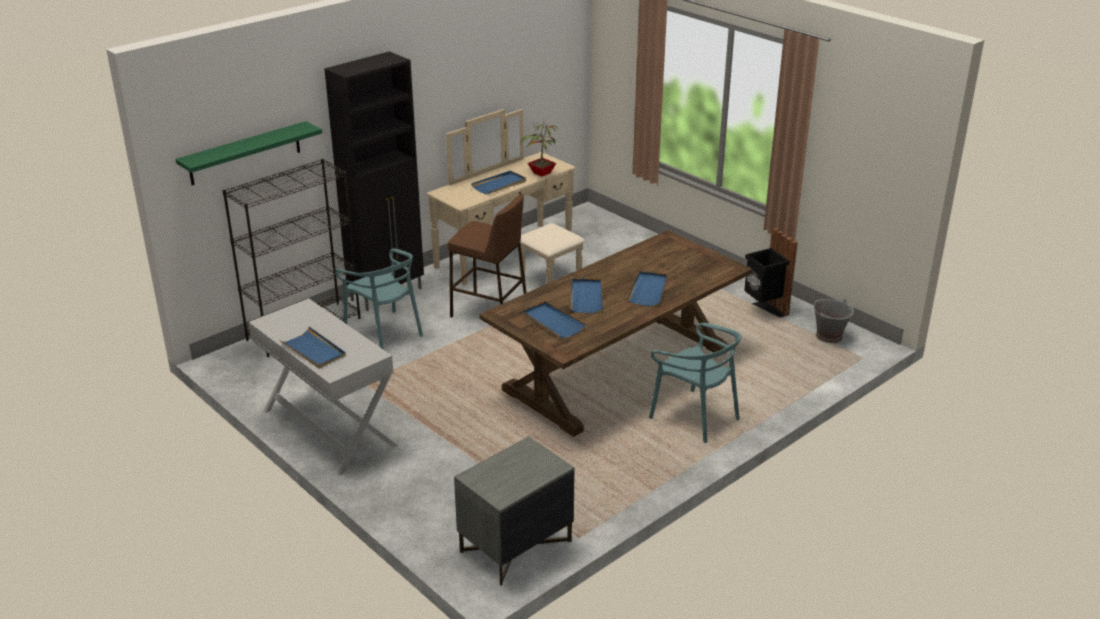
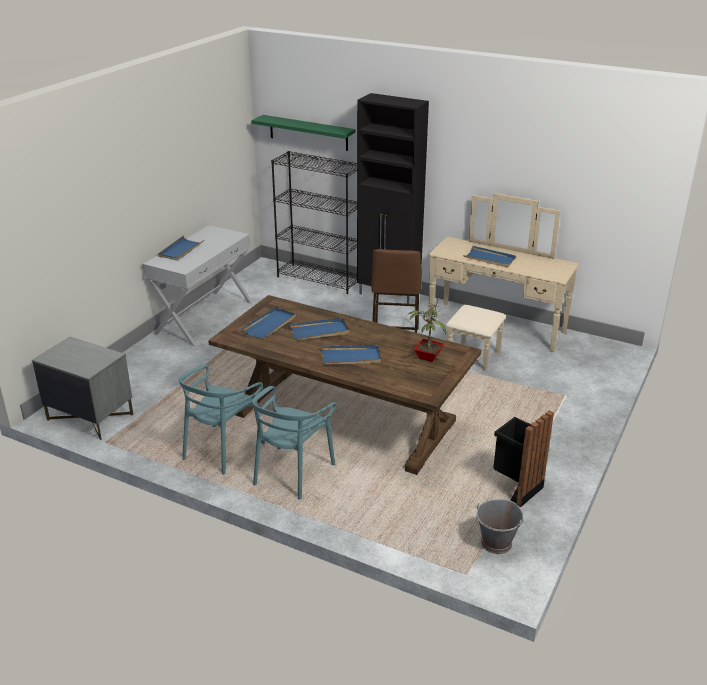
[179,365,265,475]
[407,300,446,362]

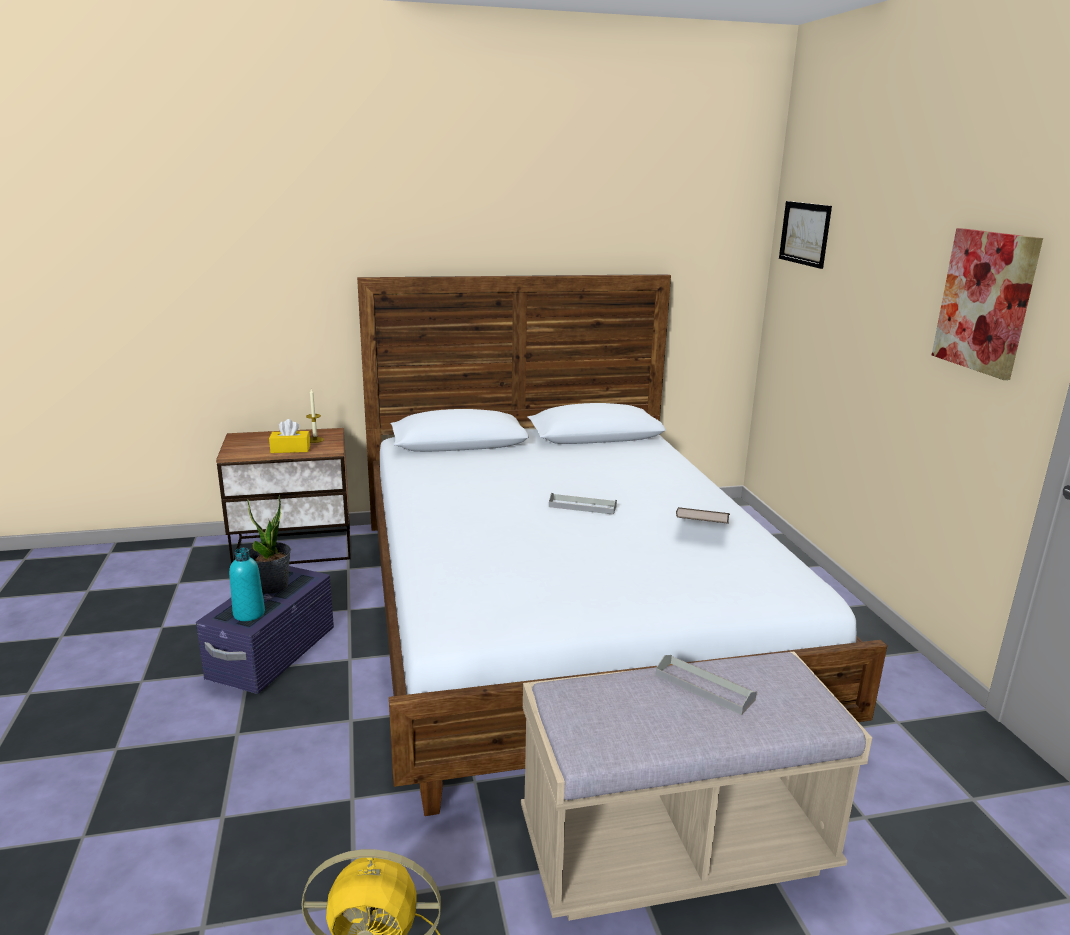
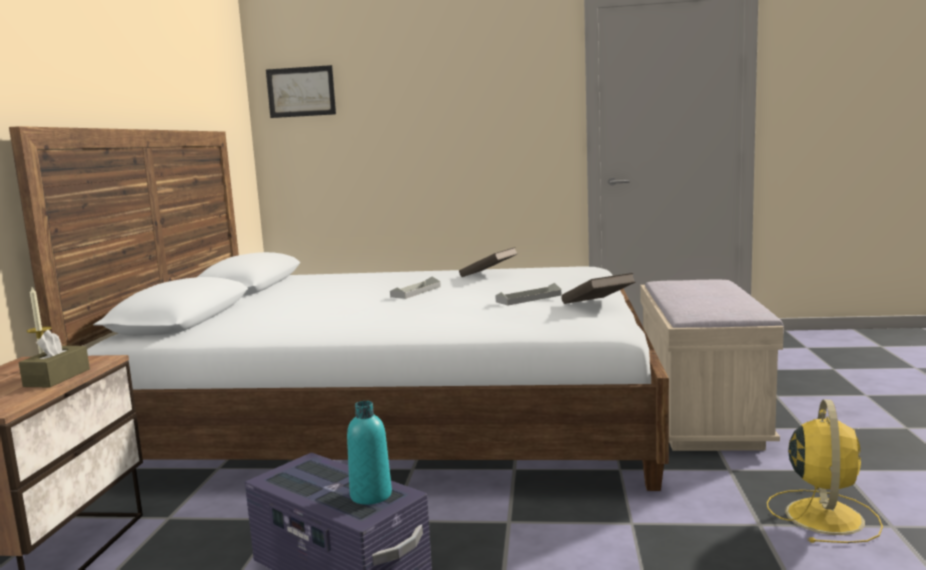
[247,494,291,594] (first image)
[19,330,90,387]
[495,283,561,306]
[932,228,1043,380] (first image)
[562,273,636,304]

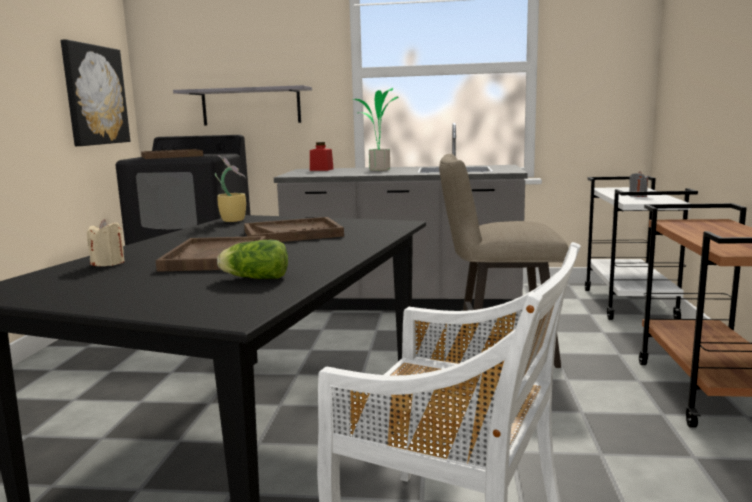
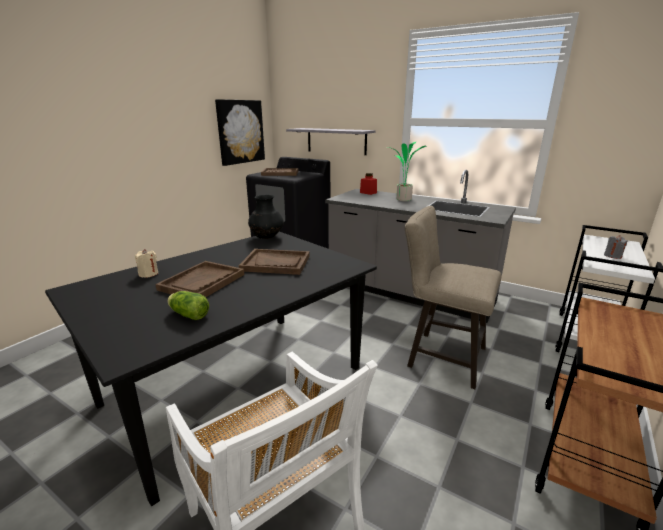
[248,195,284,239]

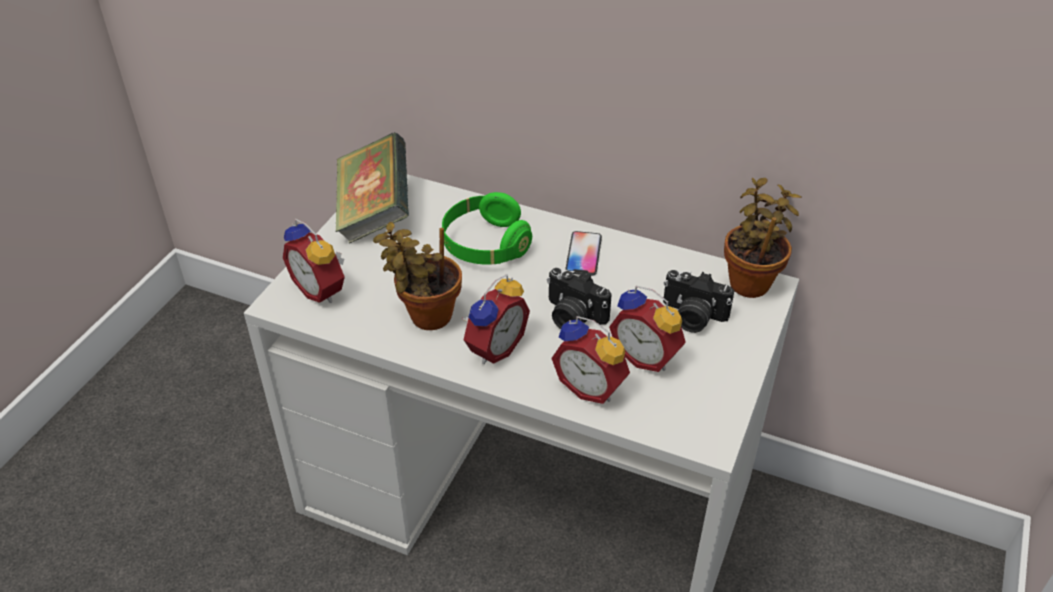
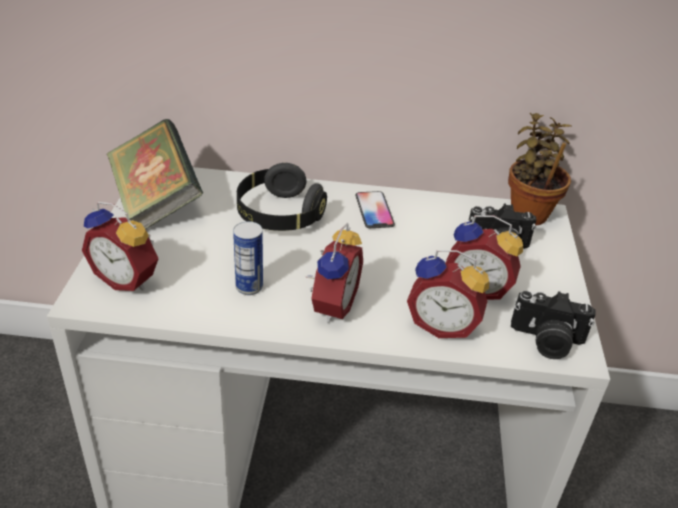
[233,221,263,295]
[237,163,327,231]
[511,291,596,359]

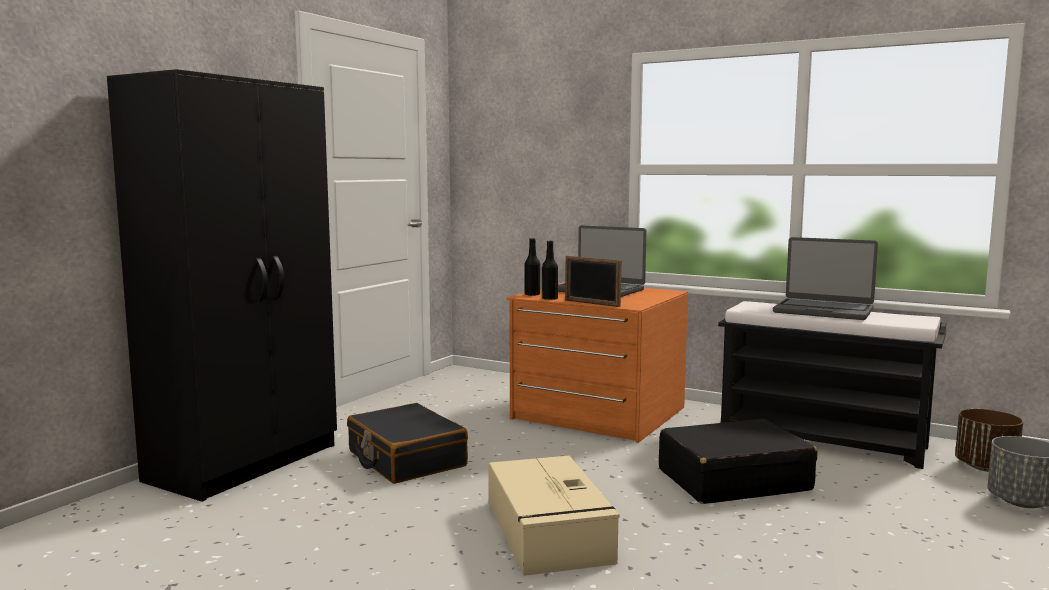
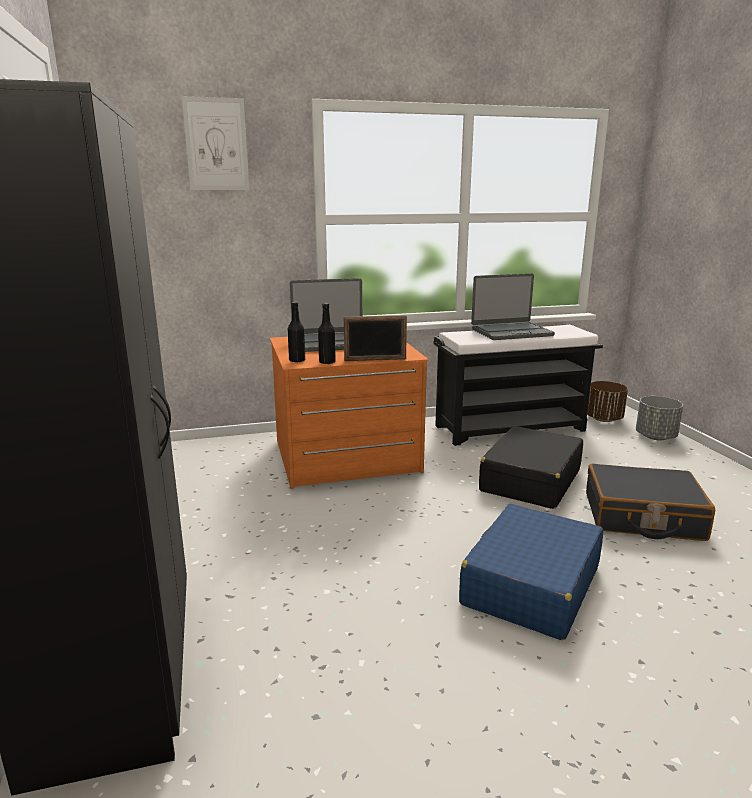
[586,464,715,541]
[459,504,603,640]
[182,96,249,190]

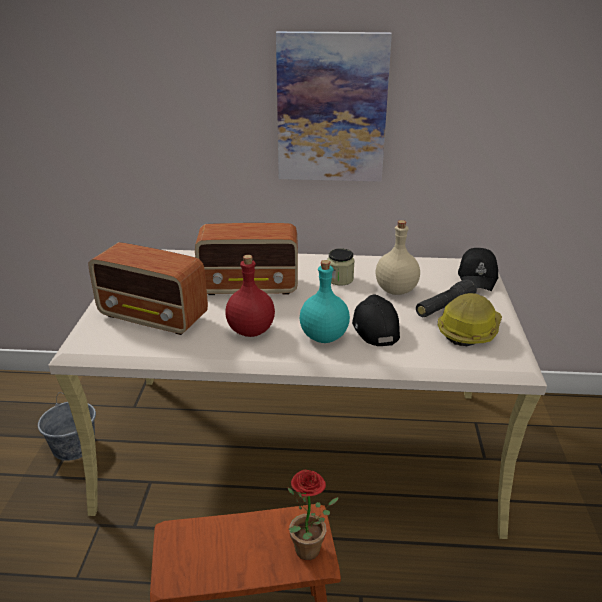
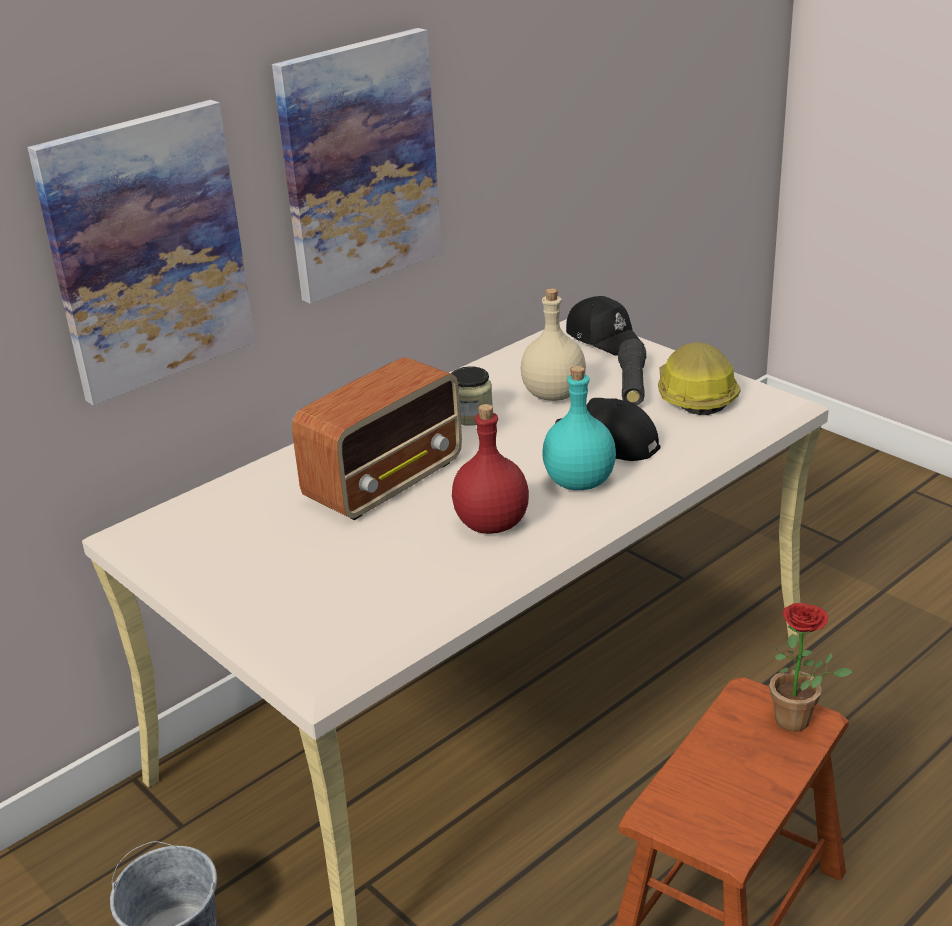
[89,242,208,335] (first image)
[27,100,256,405]

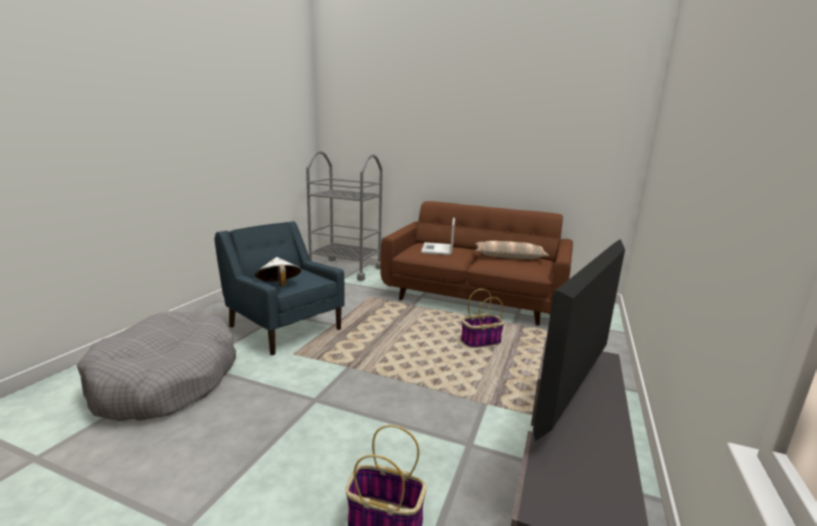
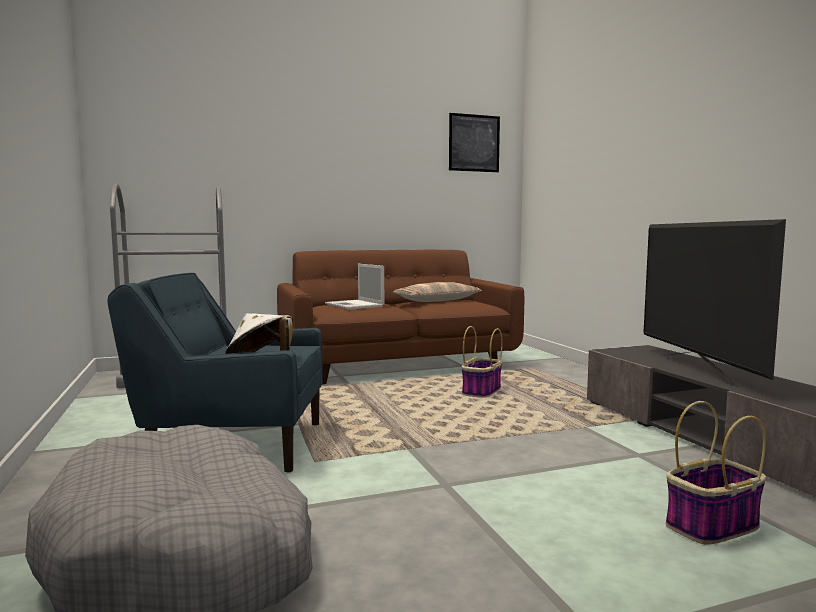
[449,113,500,172]

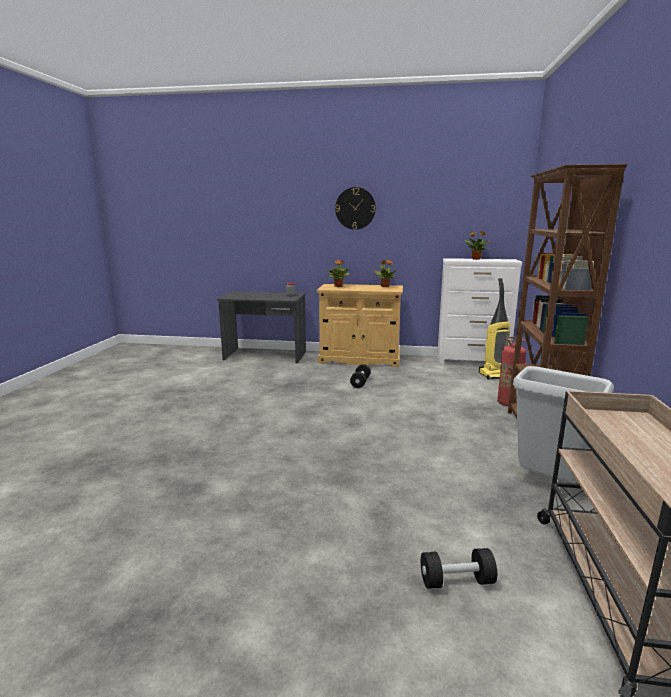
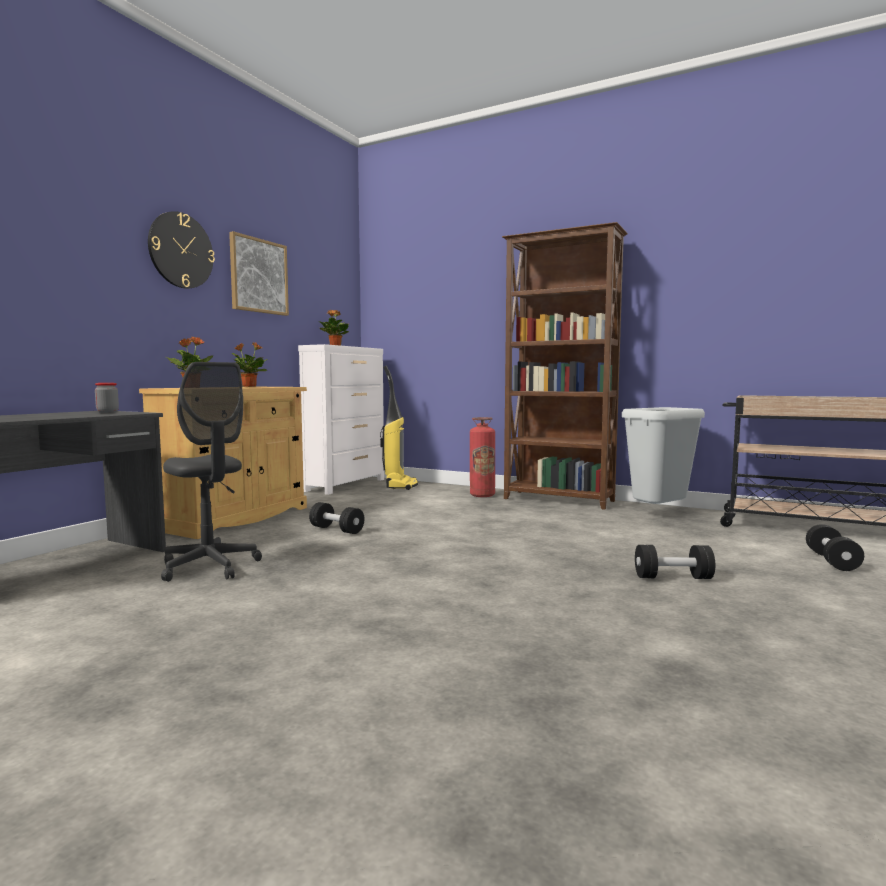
[161,362,262,582]
[229,231,289,316]
[635,545,715,579]

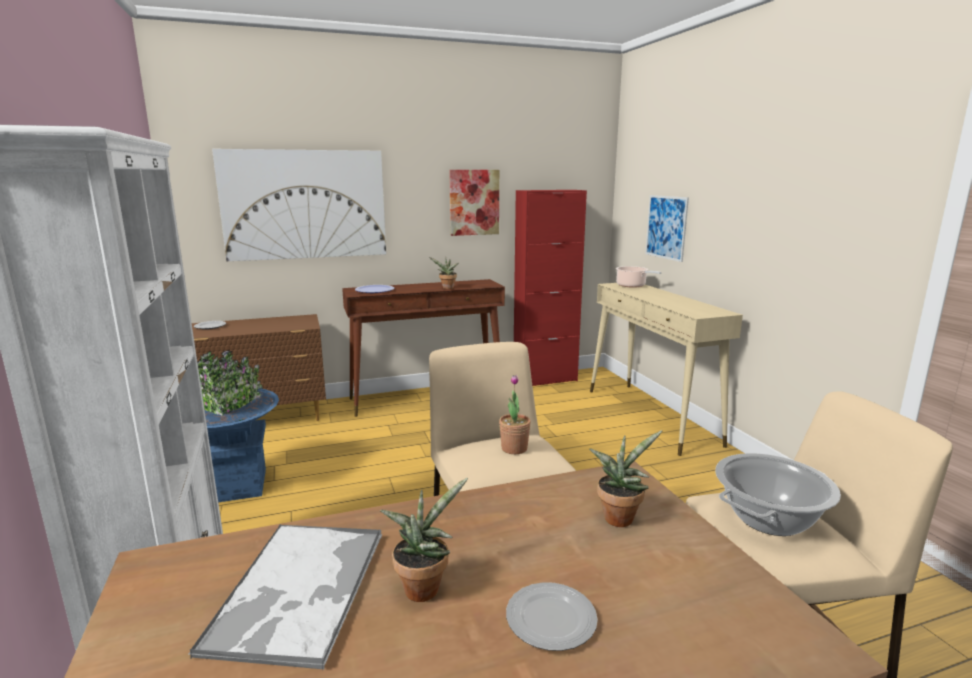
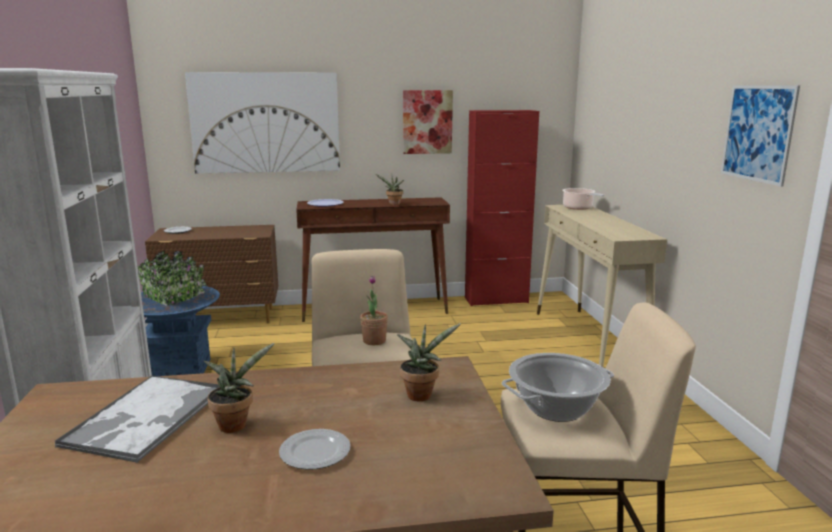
[721,85,800,187]

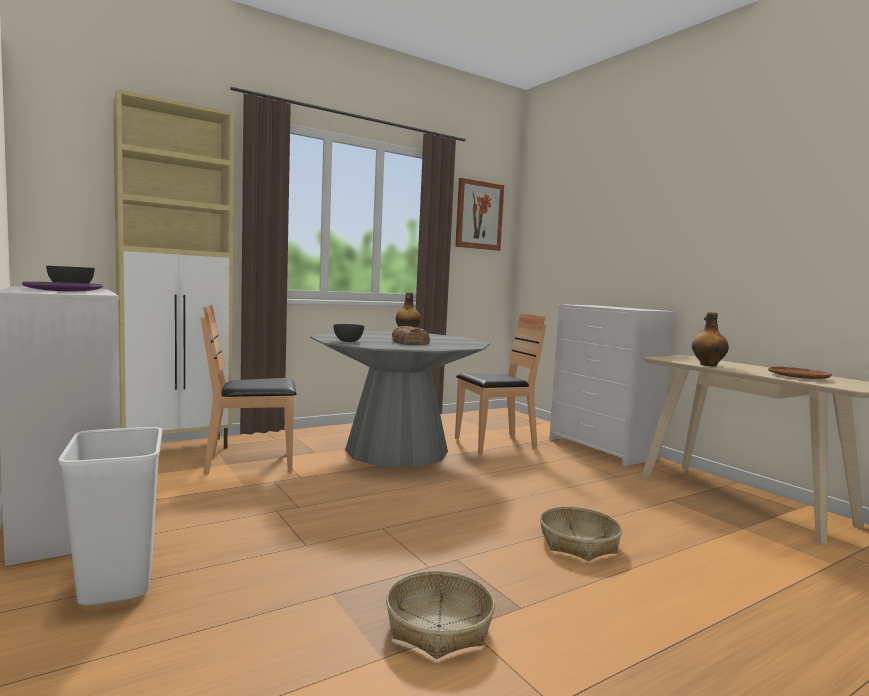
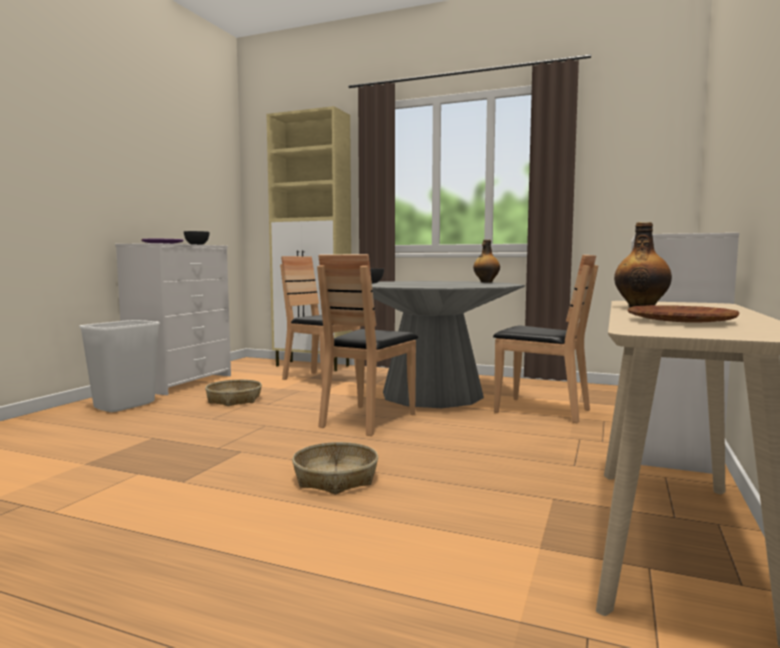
[205,379,262,406]
[392,326,430,345] (first image)
[455,178,504,251] (first image)
[317,254,418,436]

